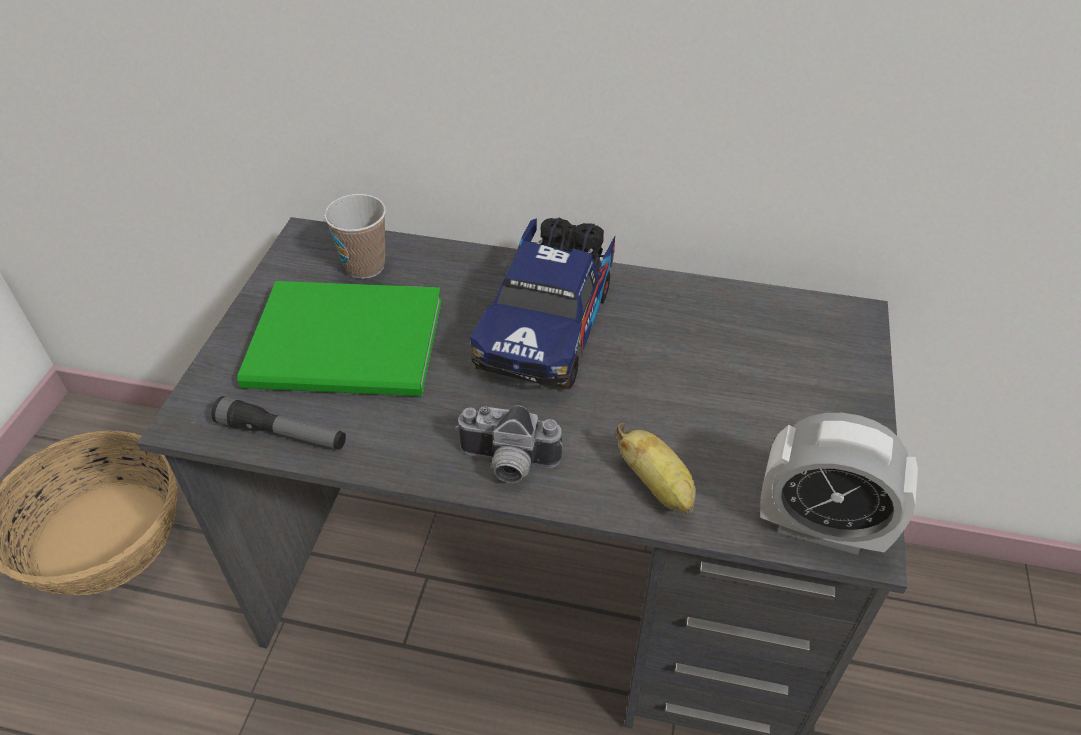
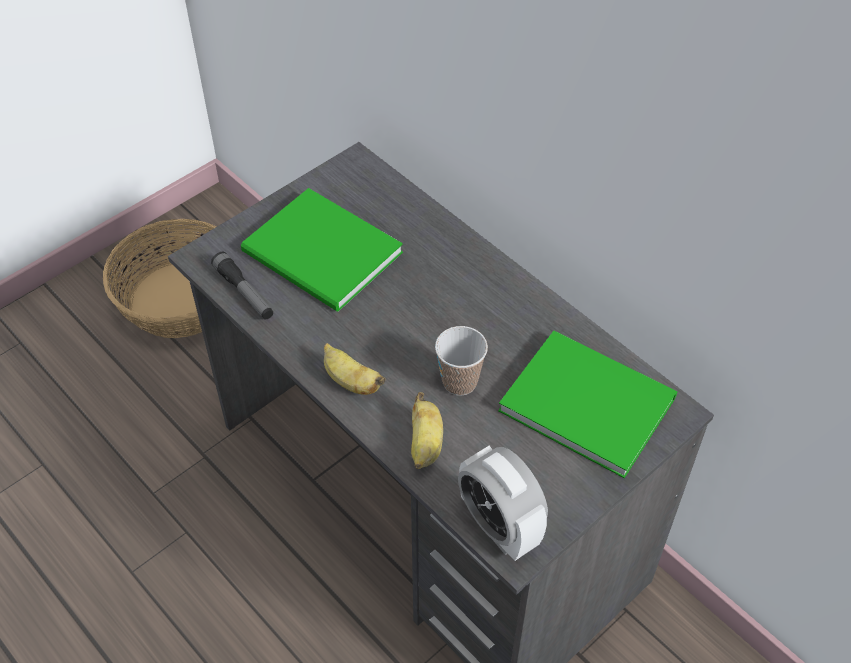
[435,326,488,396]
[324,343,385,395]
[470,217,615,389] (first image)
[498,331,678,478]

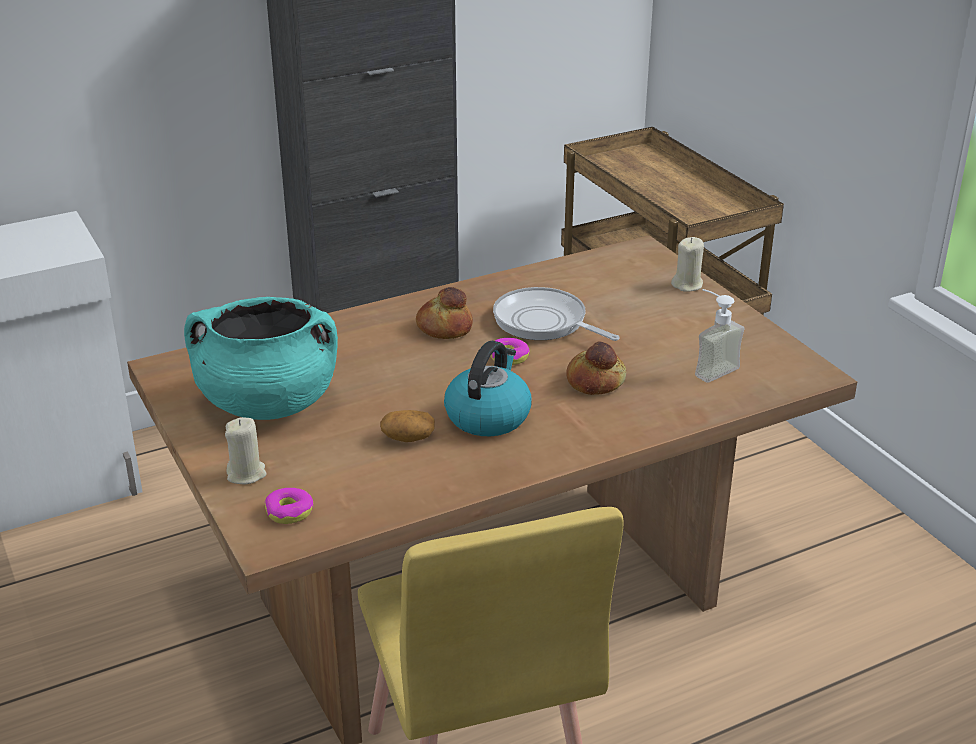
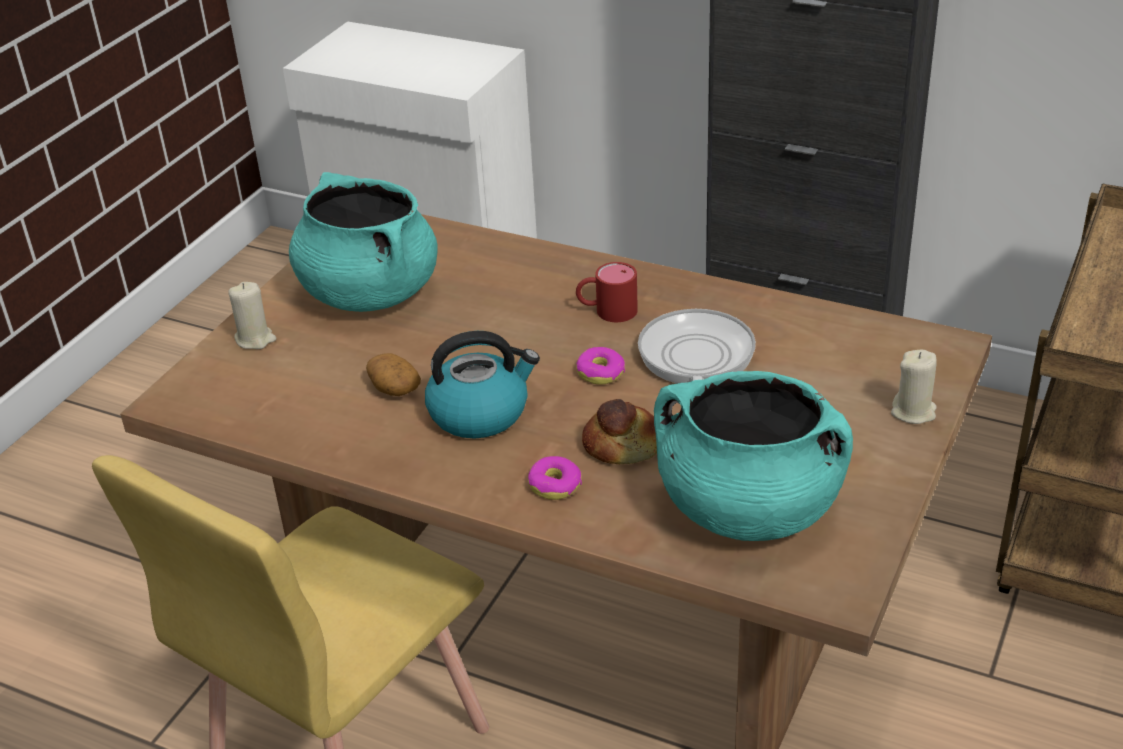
[528,456,582,500]
[576,262,638,322]
[654,371,853,541]

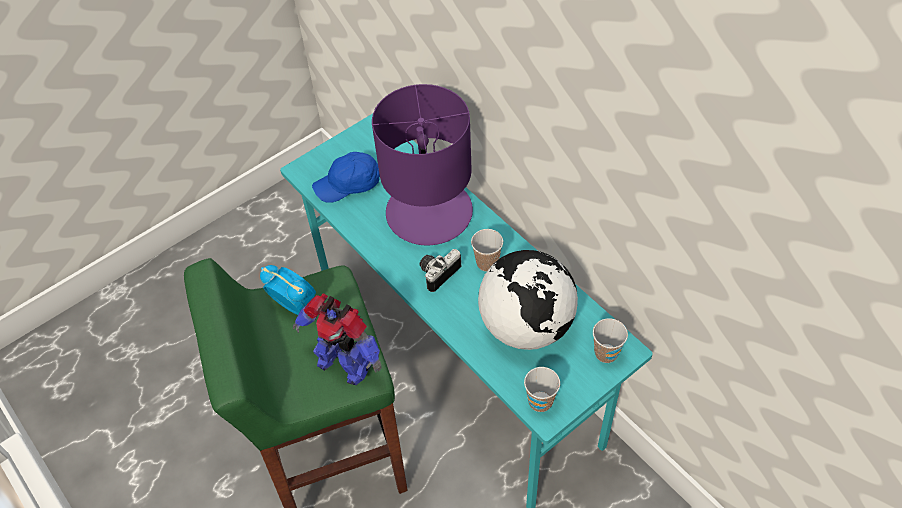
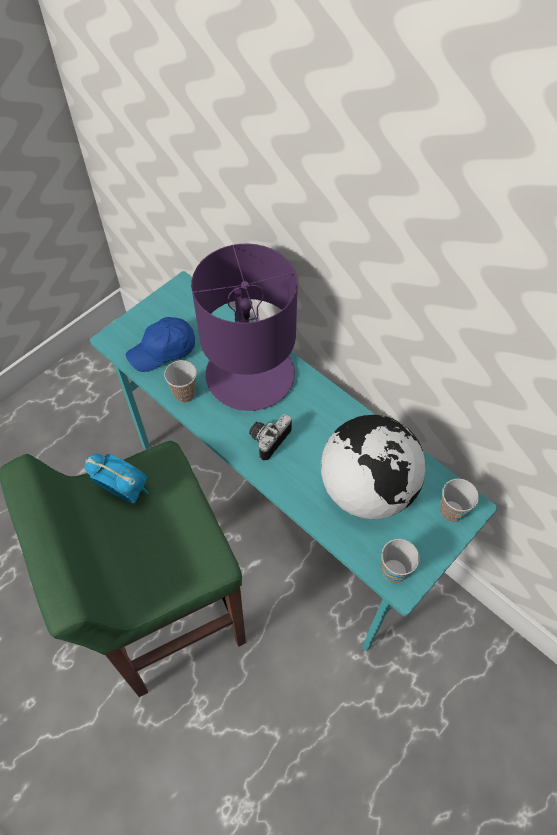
[293,294,382,385] (first image)
[164,360,197,403]

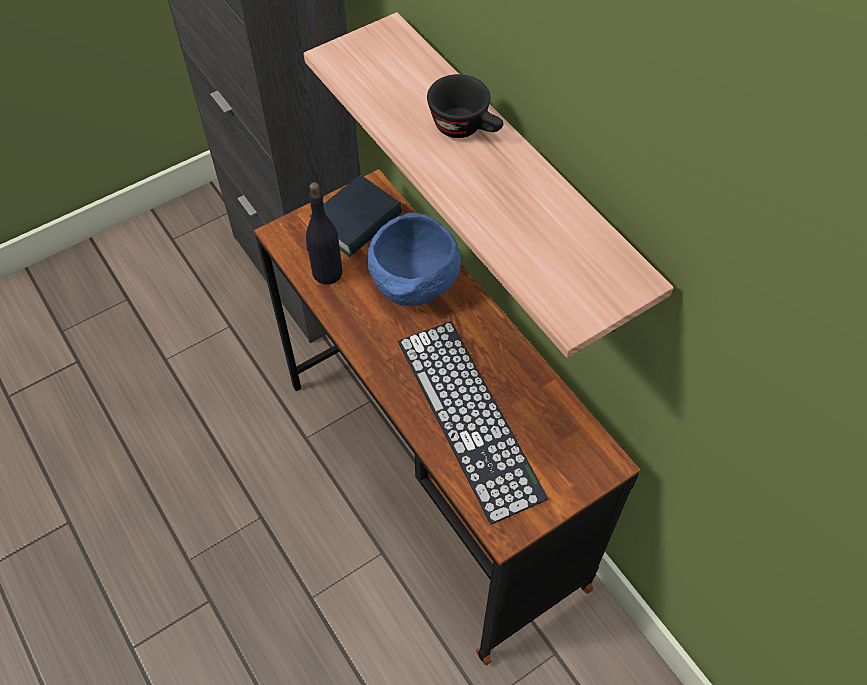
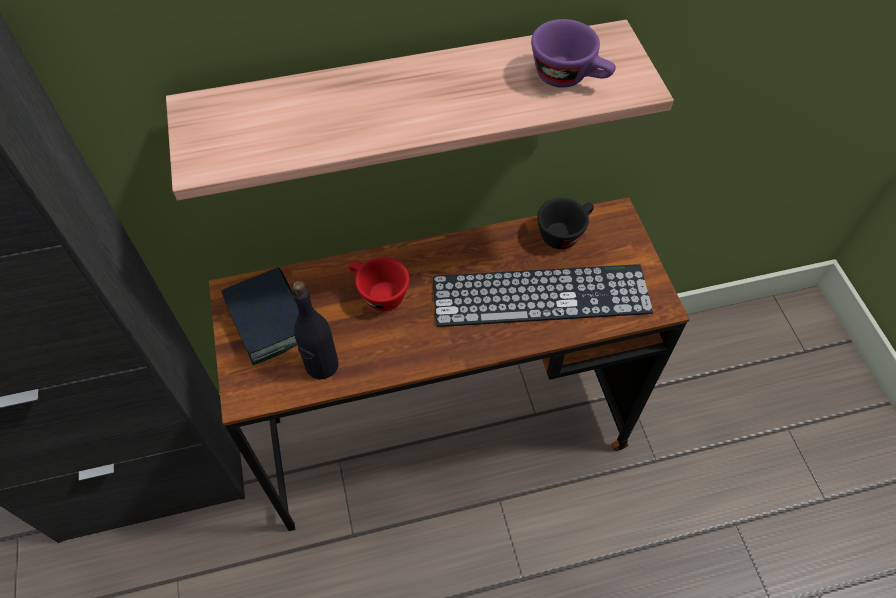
[349,257,409,311]
[537,198,594,249]
[531,19,616,88]

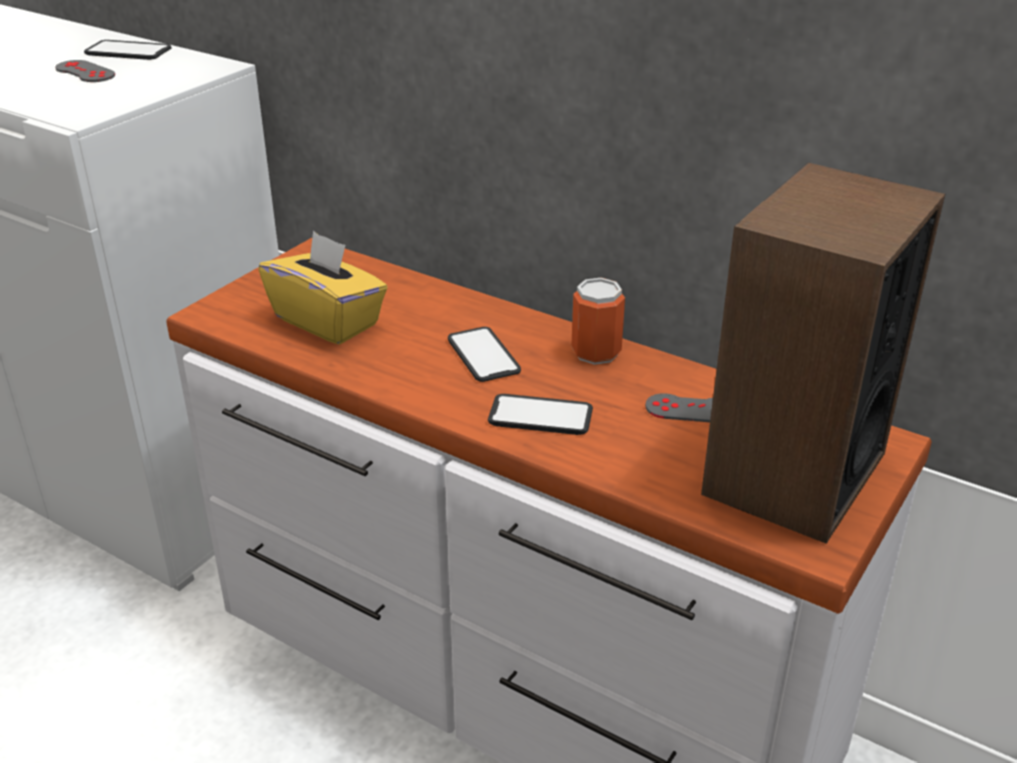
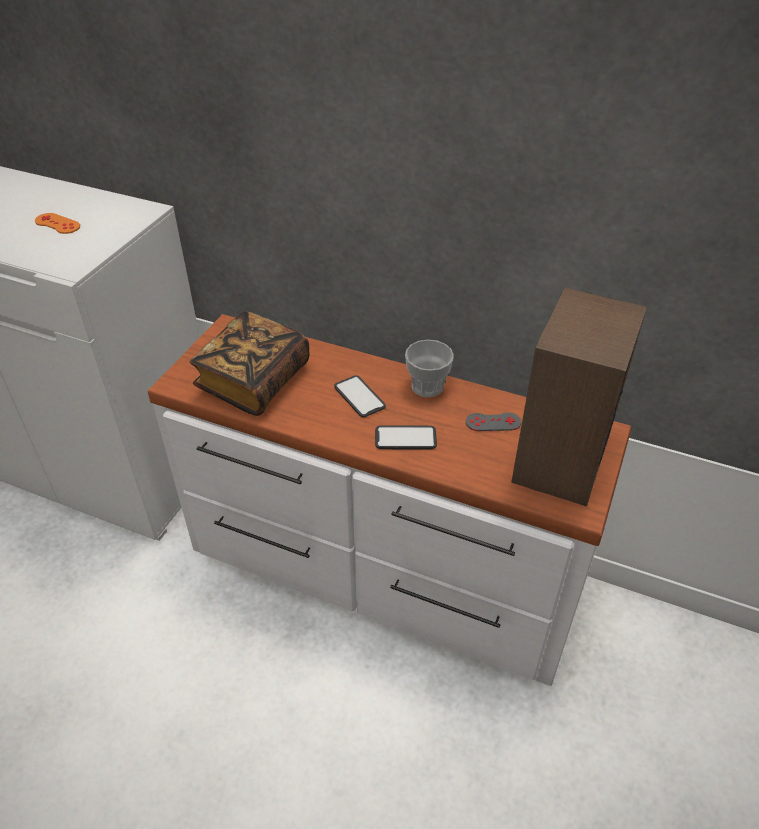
[35,213,80,234]
[84,40,172,60] (first image)
[190,311,309,416]
[405,340,454,397]

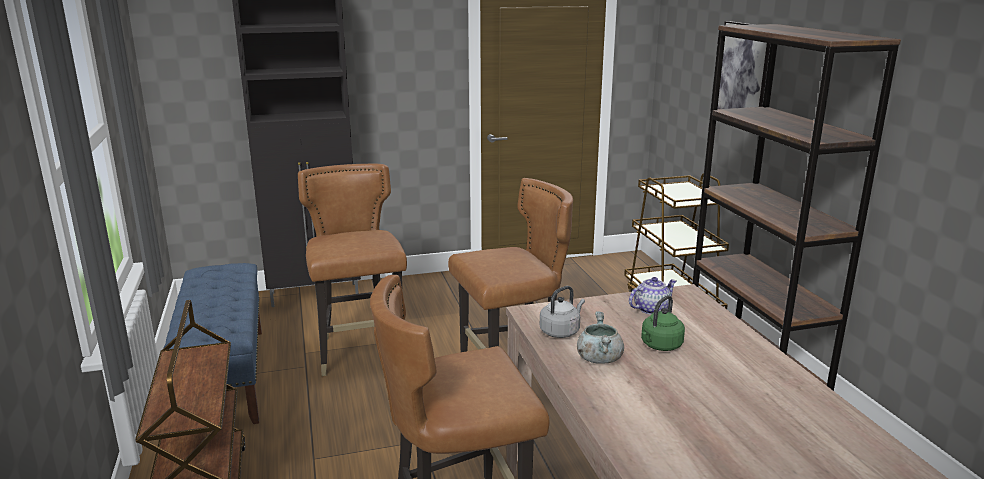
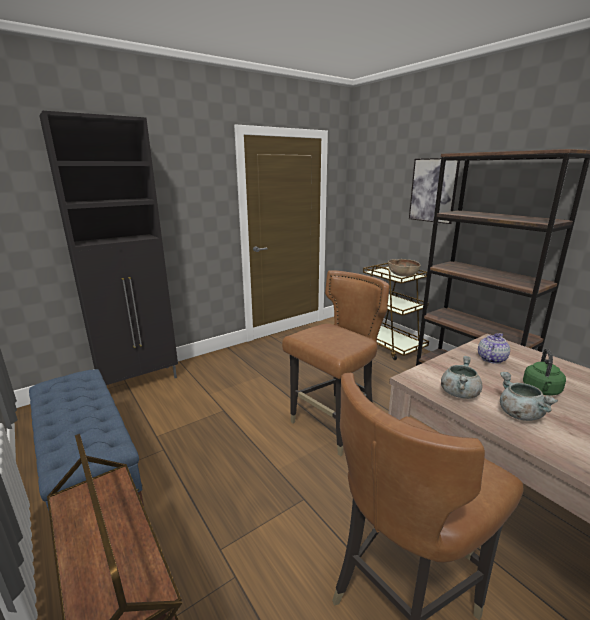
[298,164,407,376] (first image)
[441,356,482,399]
[388,259,421,277]

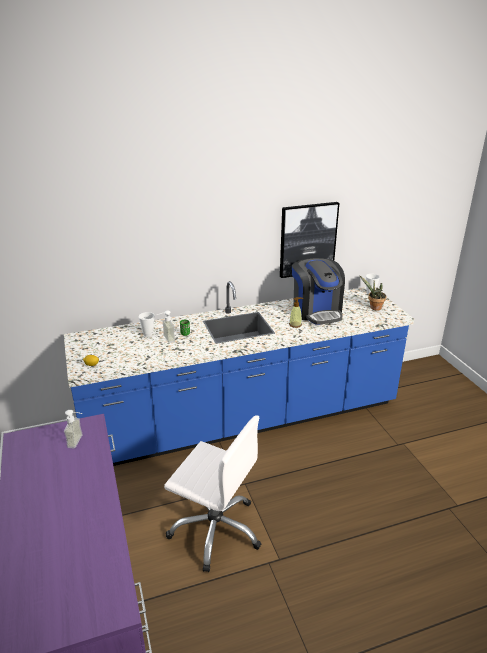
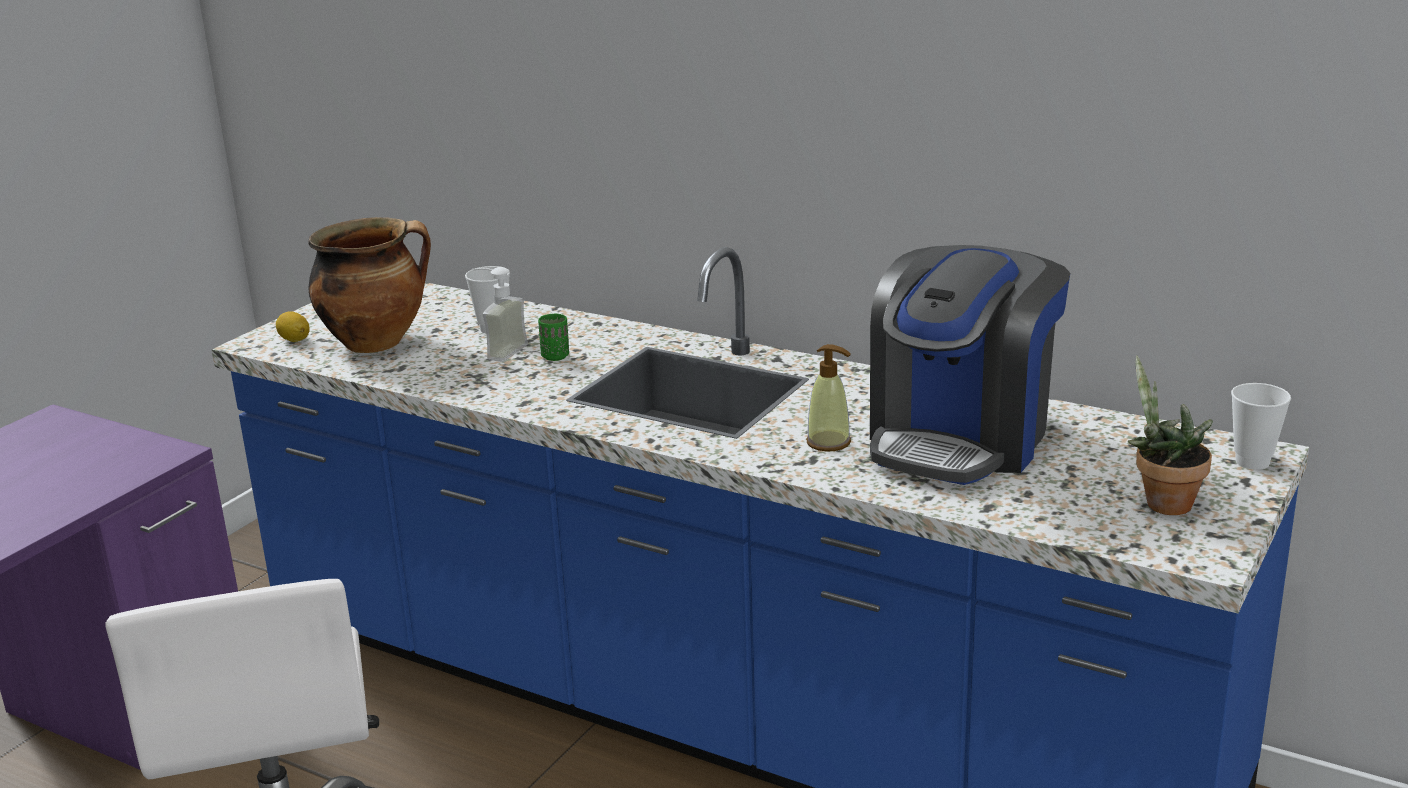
[64,410,83,448] (first image)
[280,202,339,278] (first image)
[308,217,431,353]

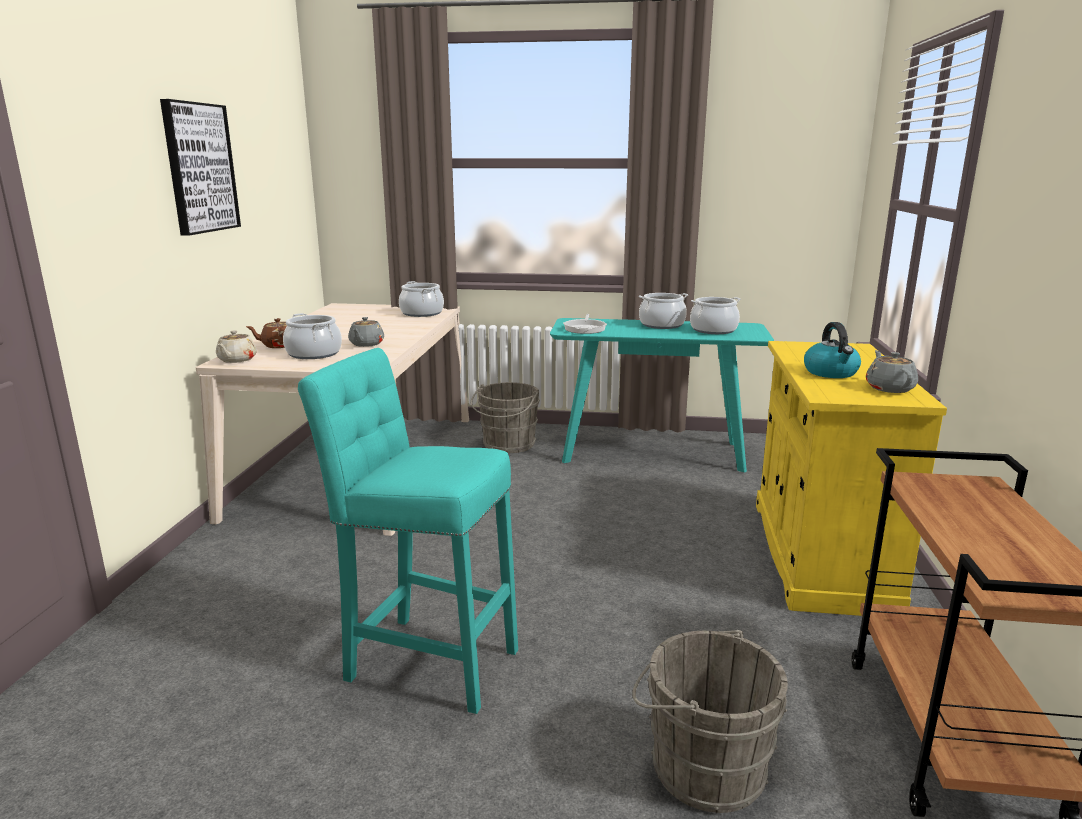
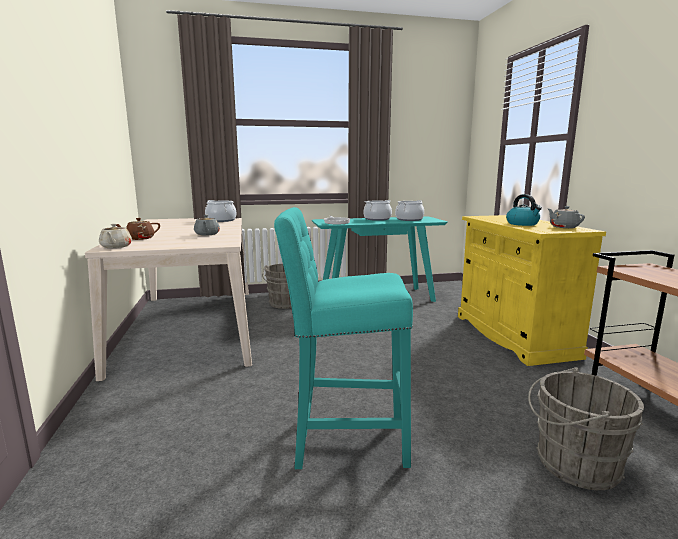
[160,99,241,236] (first image)
[283,313,342,359] (first image)

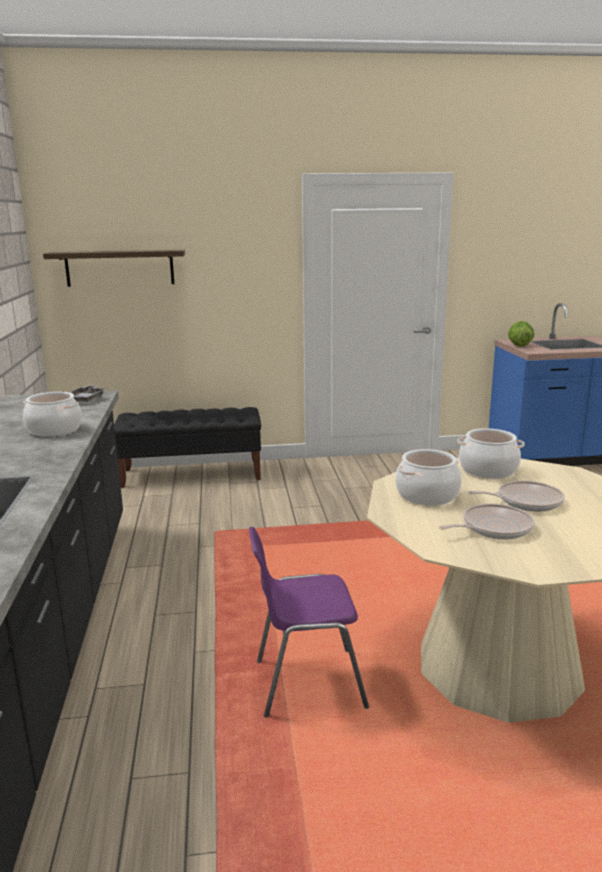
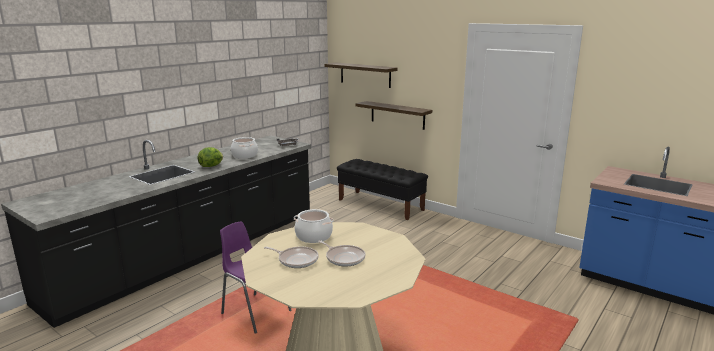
[458,428,525,479] (first image)
[198,147,223,167]
[355,101,432,130]

